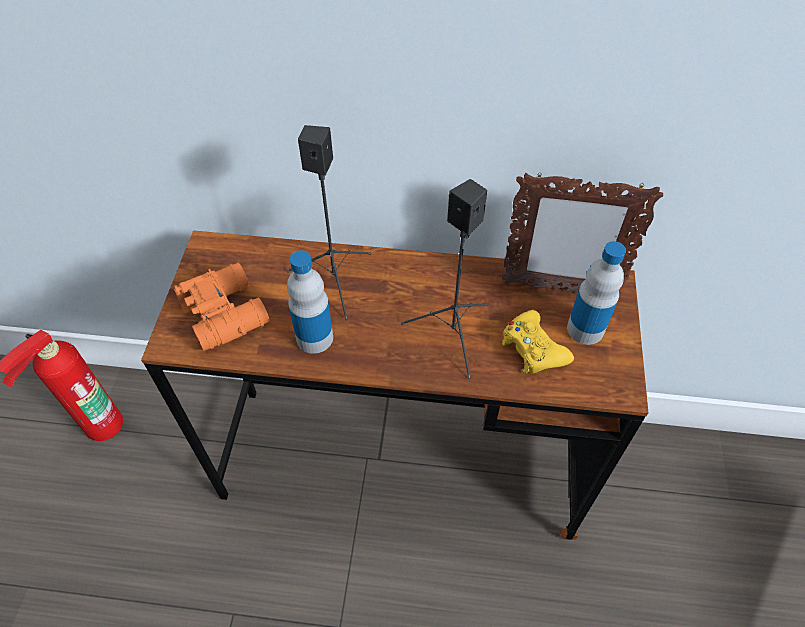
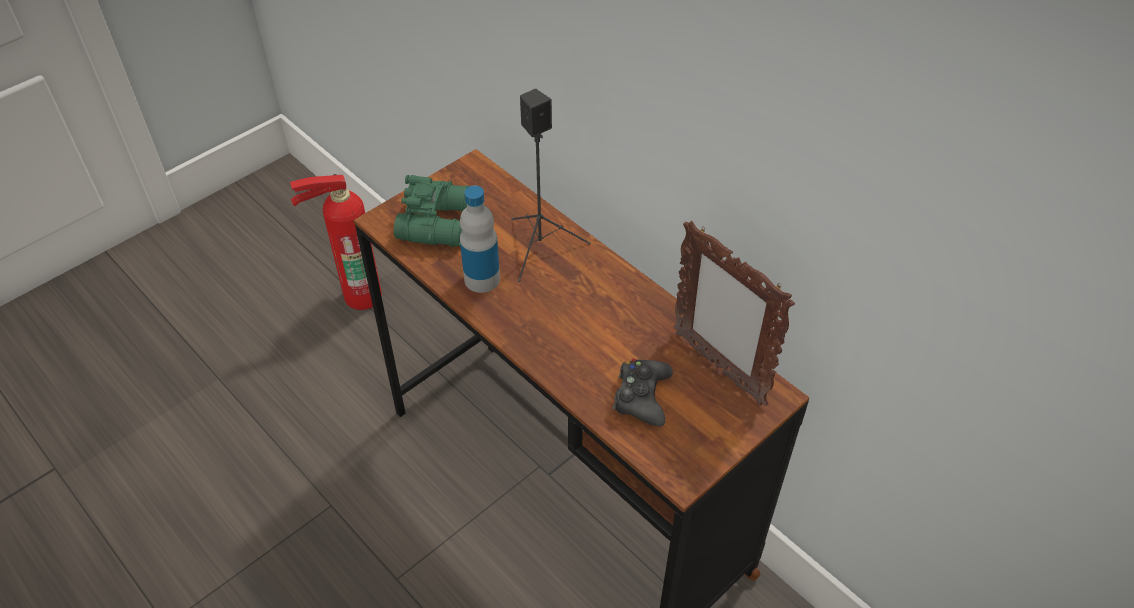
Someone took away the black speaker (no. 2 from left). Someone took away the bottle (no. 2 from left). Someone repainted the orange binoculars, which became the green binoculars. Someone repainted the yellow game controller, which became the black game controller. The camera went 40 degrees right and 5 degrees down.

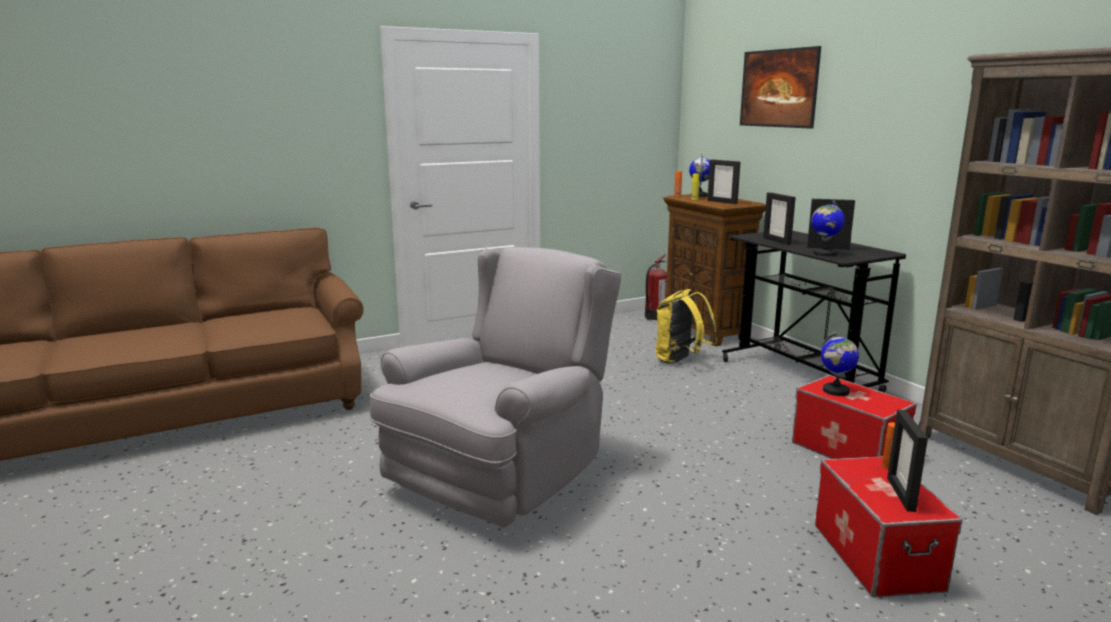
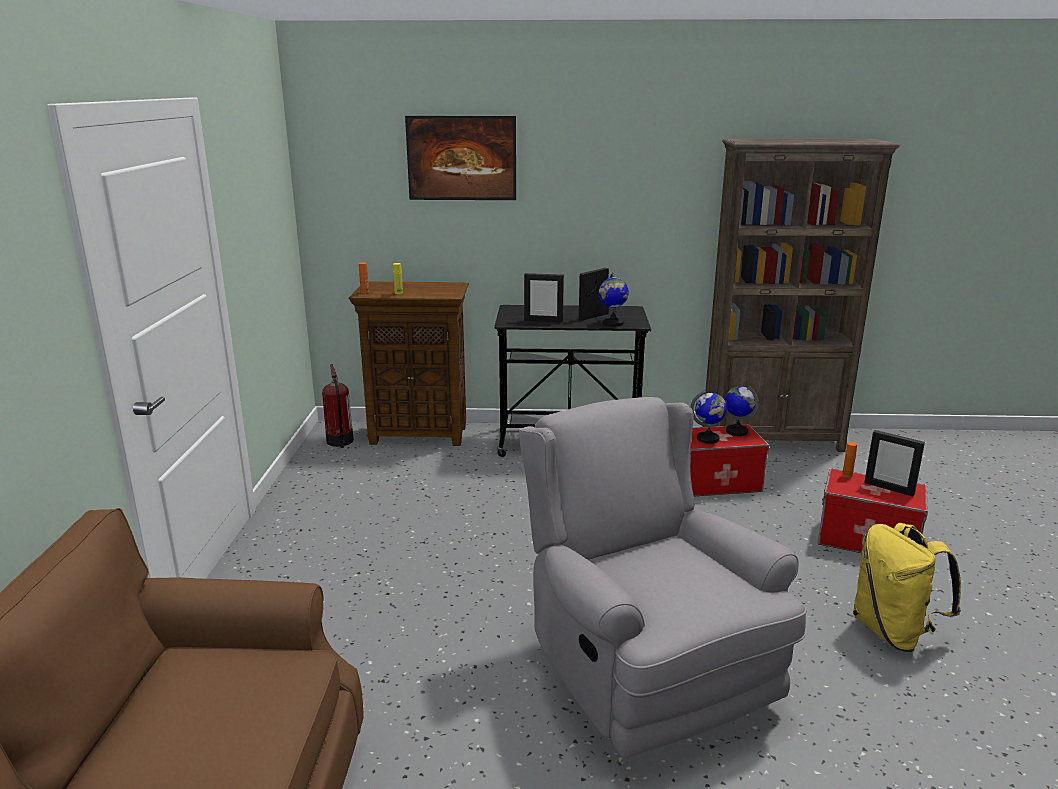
Someone took away the picture frame (no. 1 from left). Someone carried the yellow backpack. Someone carried the globe (no. 1 from left in the first image). The camera went 60 degrees left and 5 degrees up.

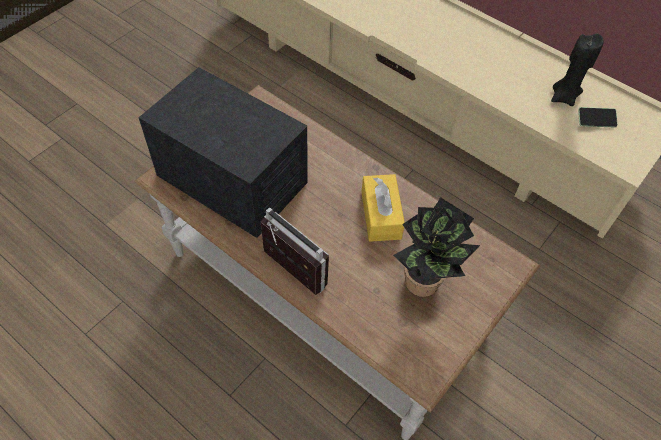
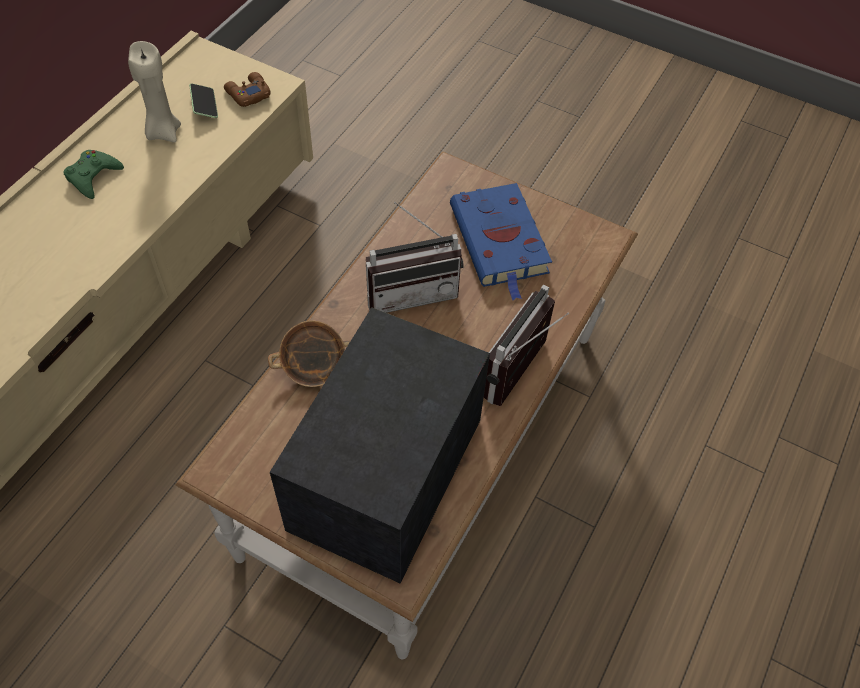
Someone put down the green game controller. Someone put down the brown game controller. Someone put down the bowl. Someone swapped the yellow tissue box for the radio (no. 2 from left). Someone swapped the potted plant for the blue book. Someone repainted the black candle, which became the beige candle. The camera went 100 degrees left and 0 degrees up.

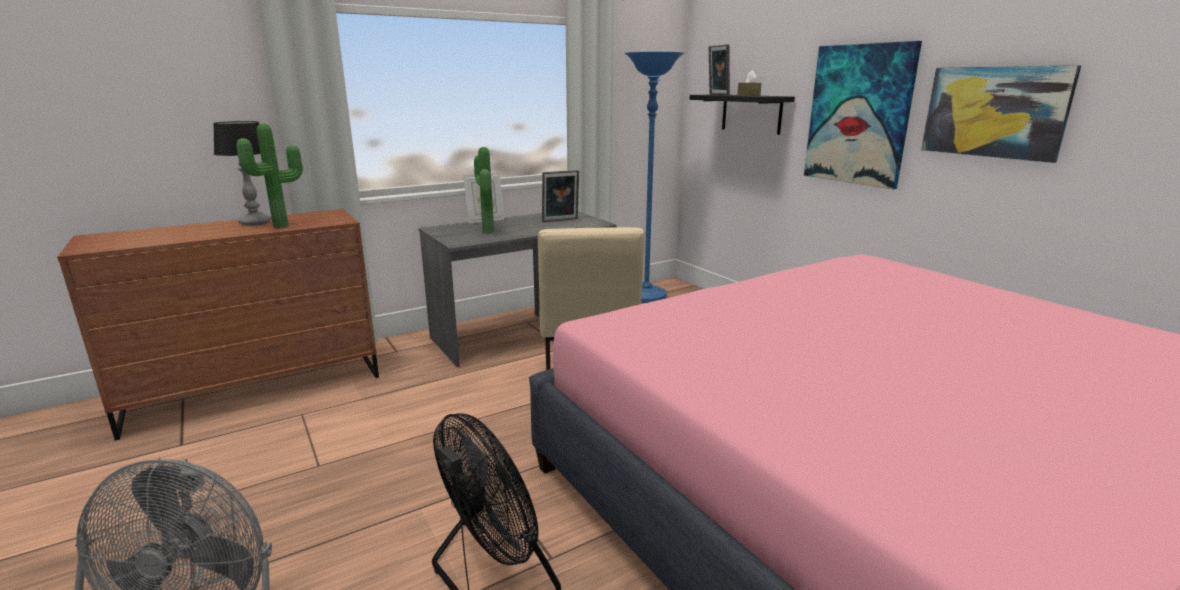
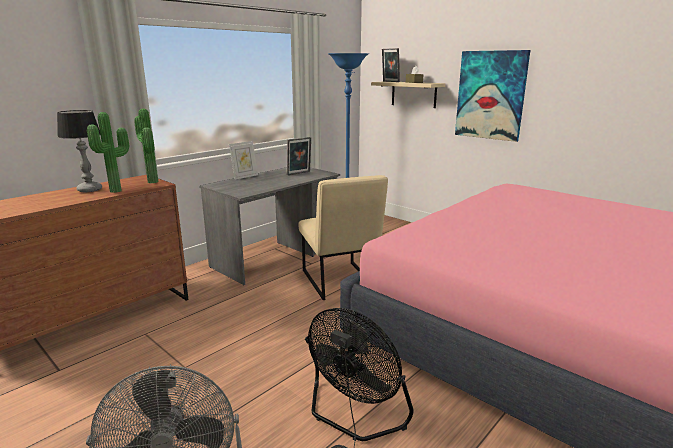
Someone took away the picture (no. 2 from left). Someone carried the potted plant (no. 2 from left). Someone repainted the black shelf, which became the beige shelf. The camera went 15 degrees left and 0 degrees up.

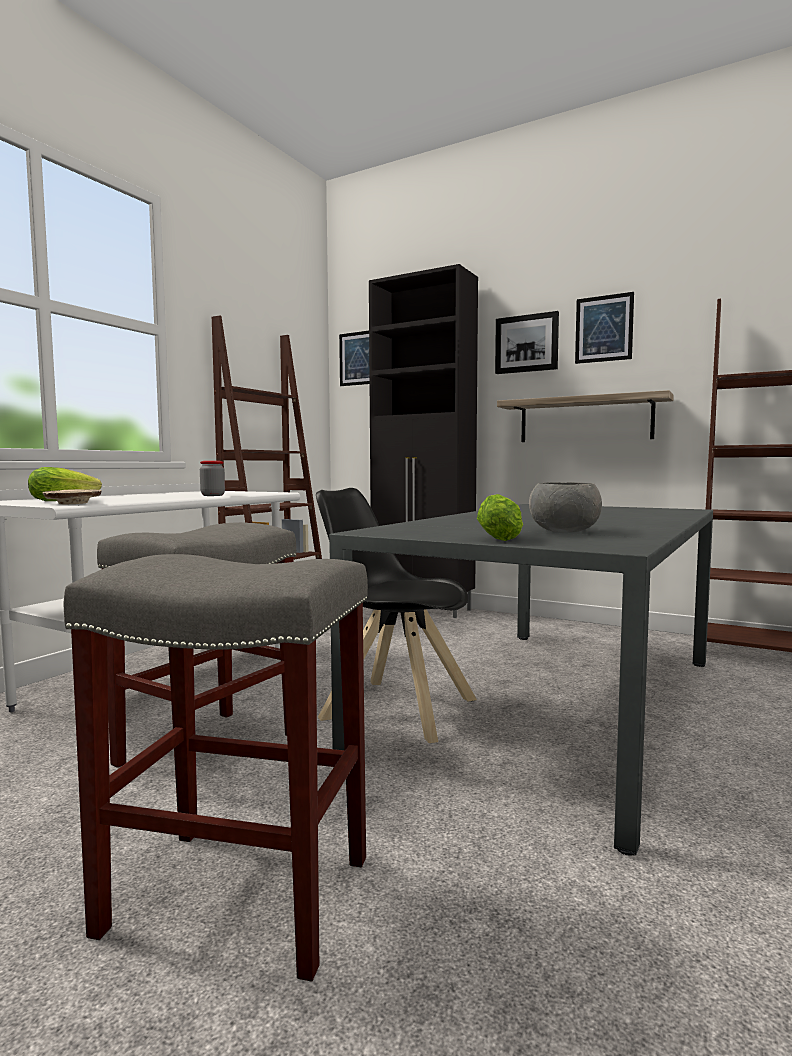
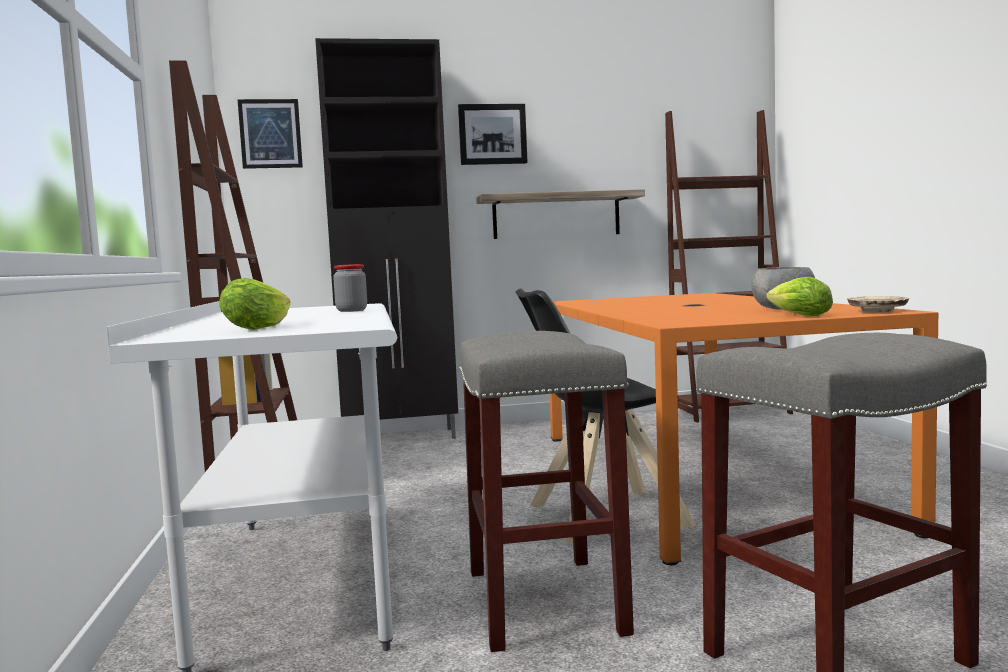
Someone took away the picture (no. 3 from left). Someone carried the beige plate. Someone repainted the grey dining table, which became the orange dining table. The camera went 40 degrees left and 0 degrees up.

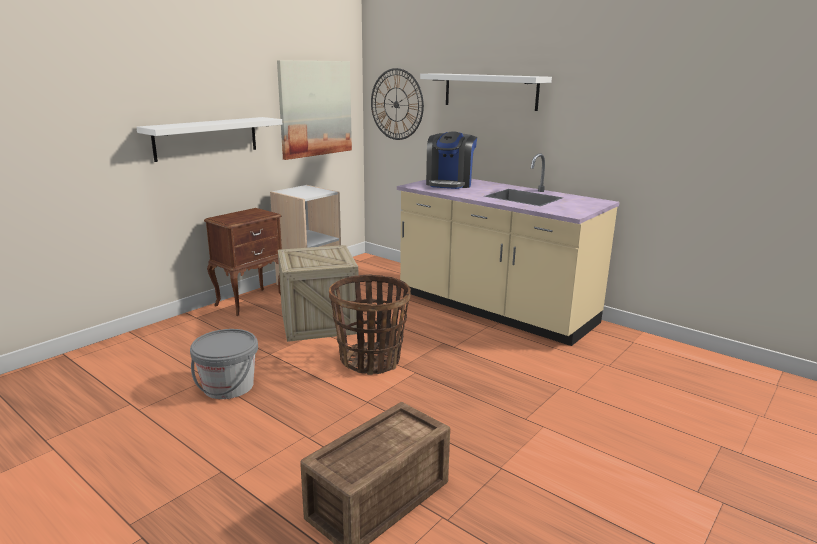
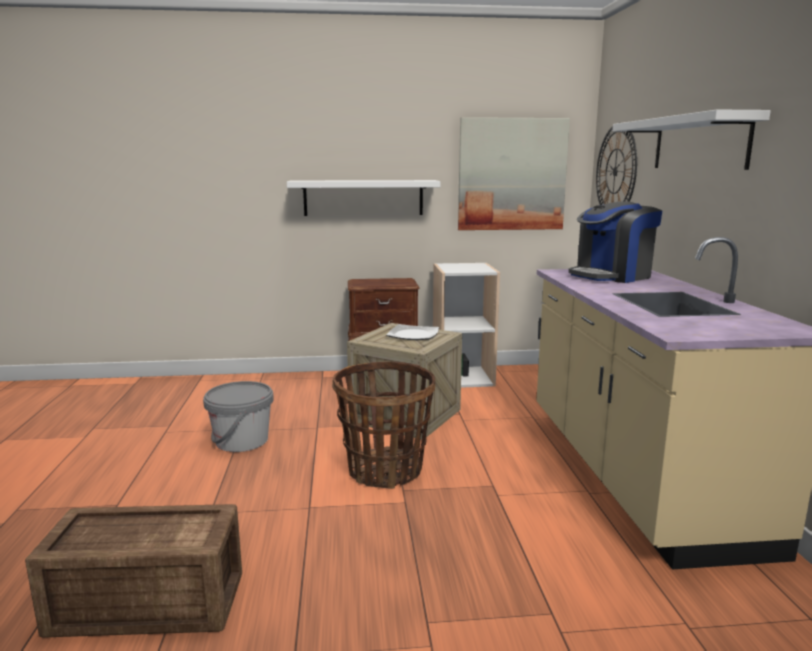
Someone put down the plate. The camera went 45 degrees right and 5 degrees down.

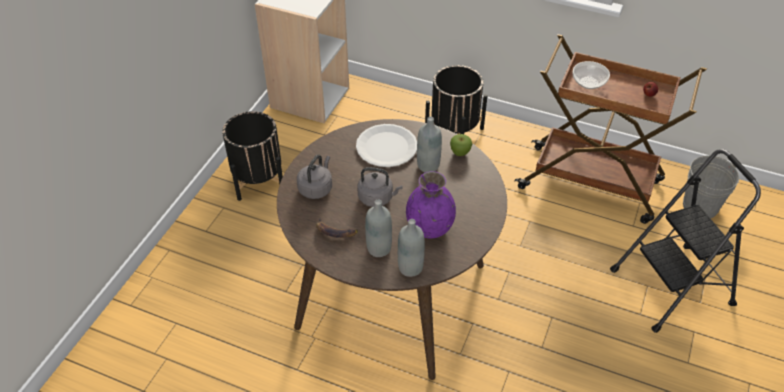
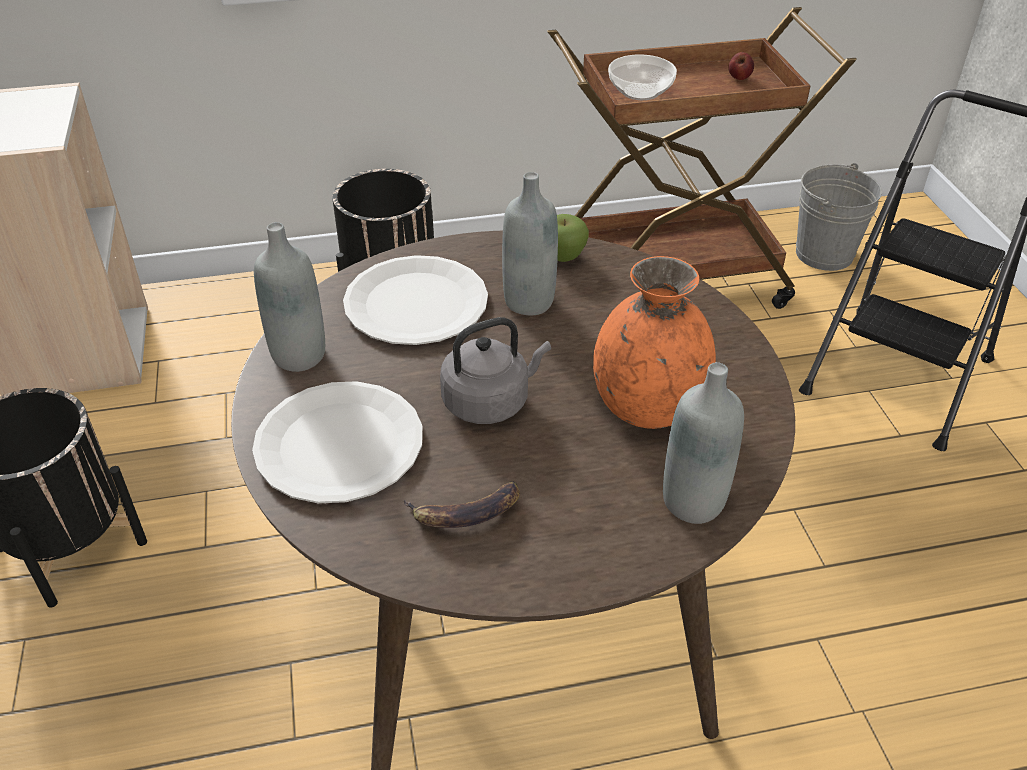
Someone carried the grey bottle (no. 1 from left). Someone swapped the grey kettle (no. 1 from left) for the white plate (no. 1 from left). Someone repainted the purple vase, which became the orange vase. The camera went 35 degrees left and 5 degrees down.

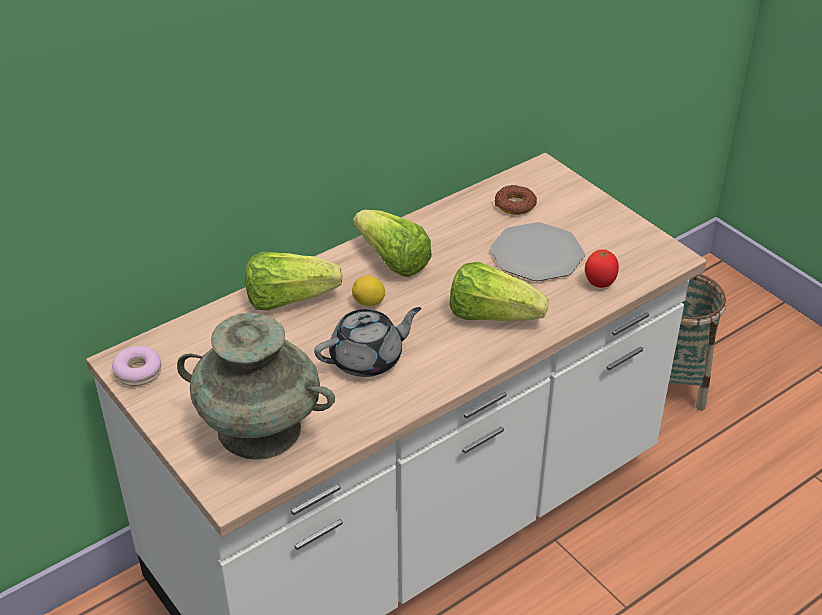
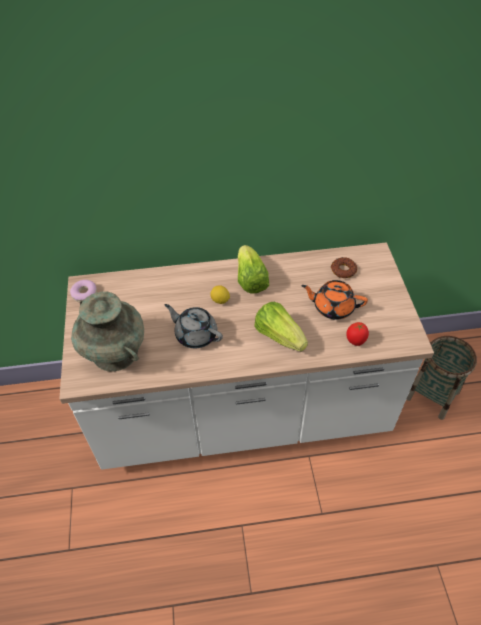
Someone took away the lettuce (no. 1 from left). Someone swapped the plate for the orange teapot. Someone rotated the grey teapot by 150 degrees counterclockwise. The camera went 30 degrees right and 10 degrees up.

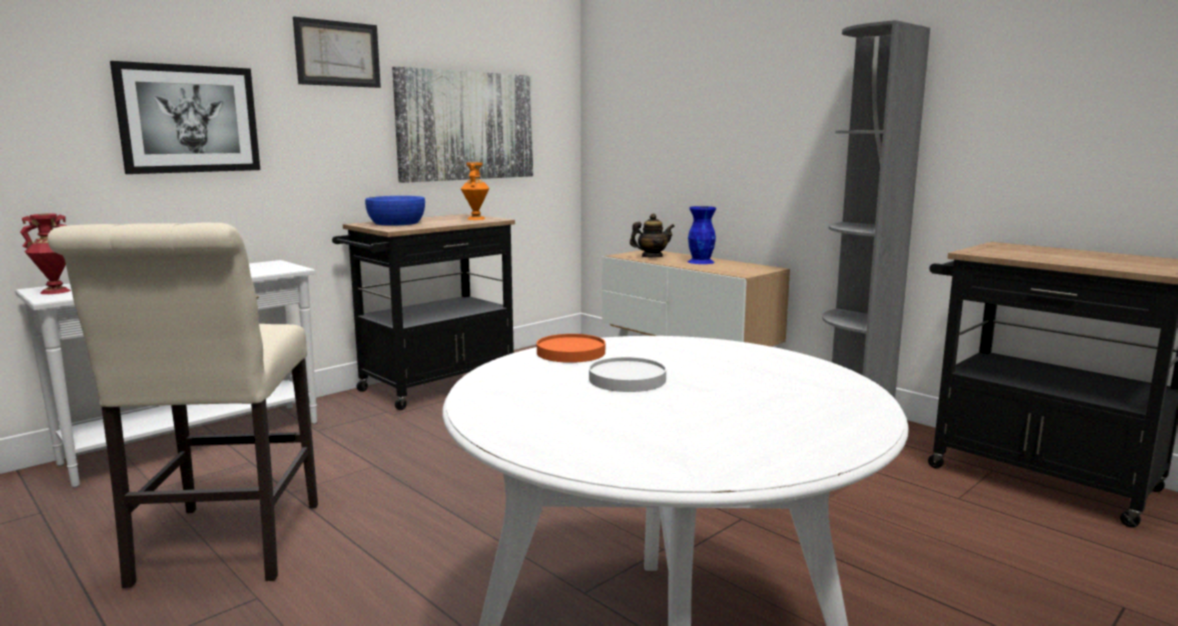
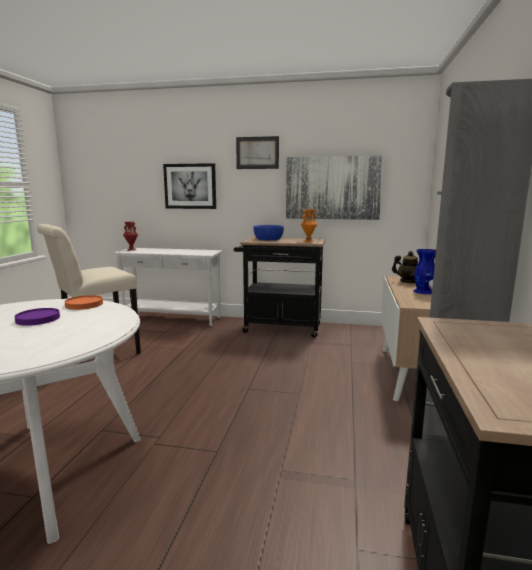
Someone repainted the white plate, which became the purple plate. The camera went 55 degrees right and 0 degrees up.

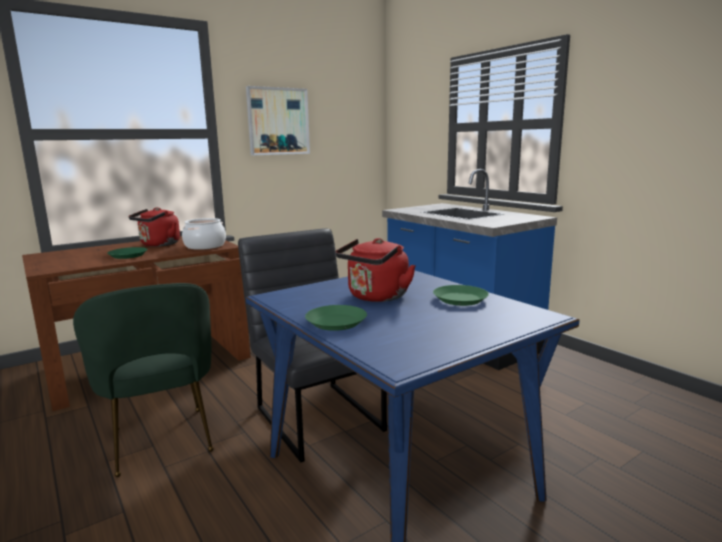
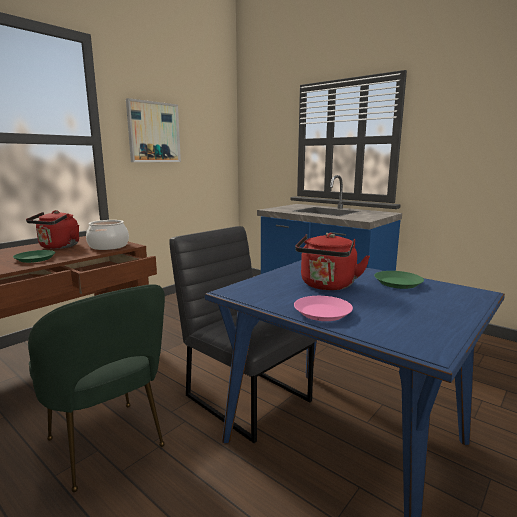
Someone repainted the green plate (no. 2 from left), which became the pink plate. The camera went 15 degrees left and 0 degrees up.

